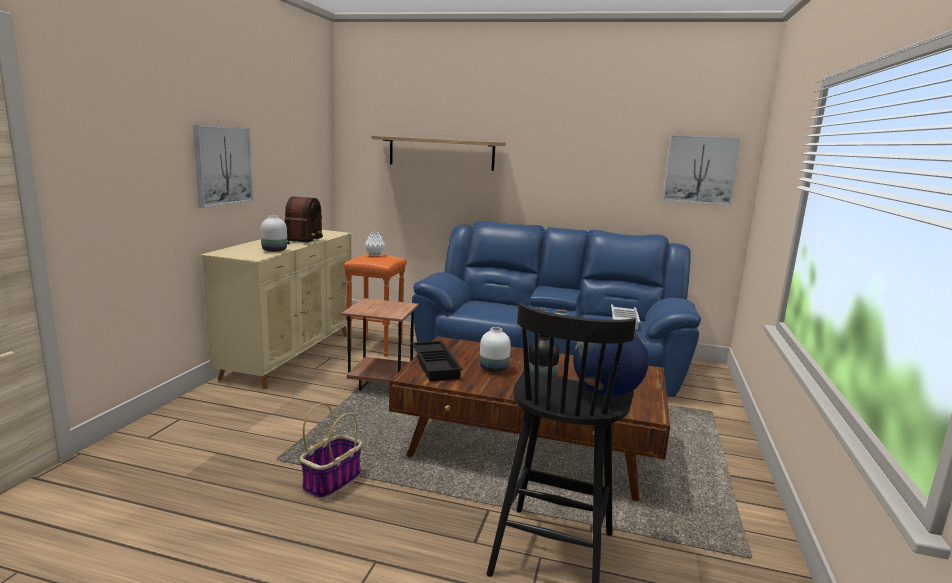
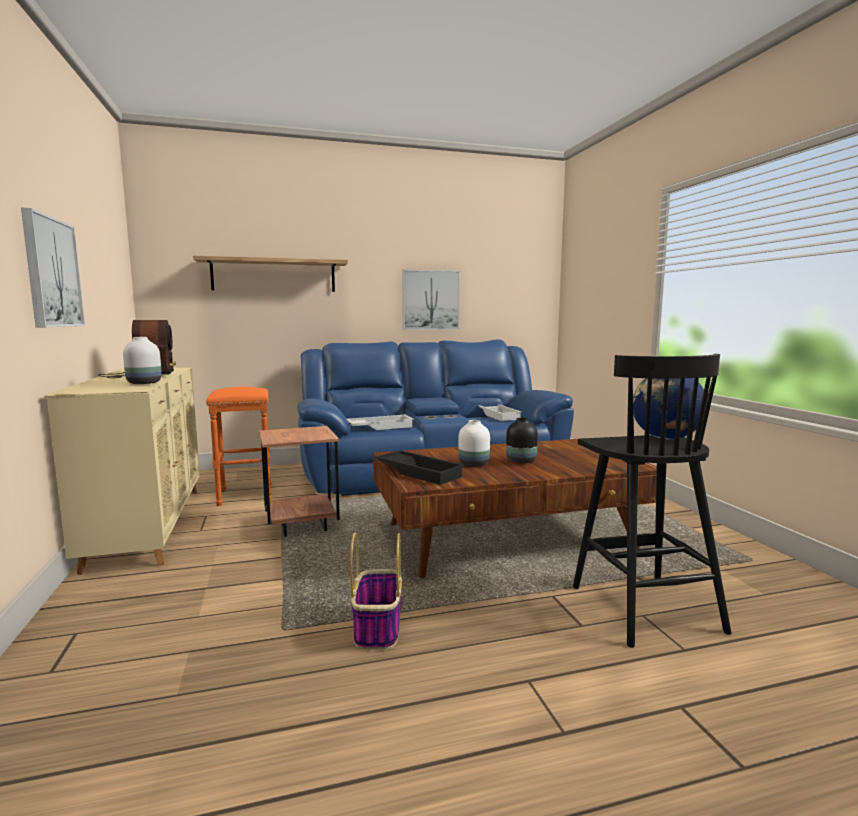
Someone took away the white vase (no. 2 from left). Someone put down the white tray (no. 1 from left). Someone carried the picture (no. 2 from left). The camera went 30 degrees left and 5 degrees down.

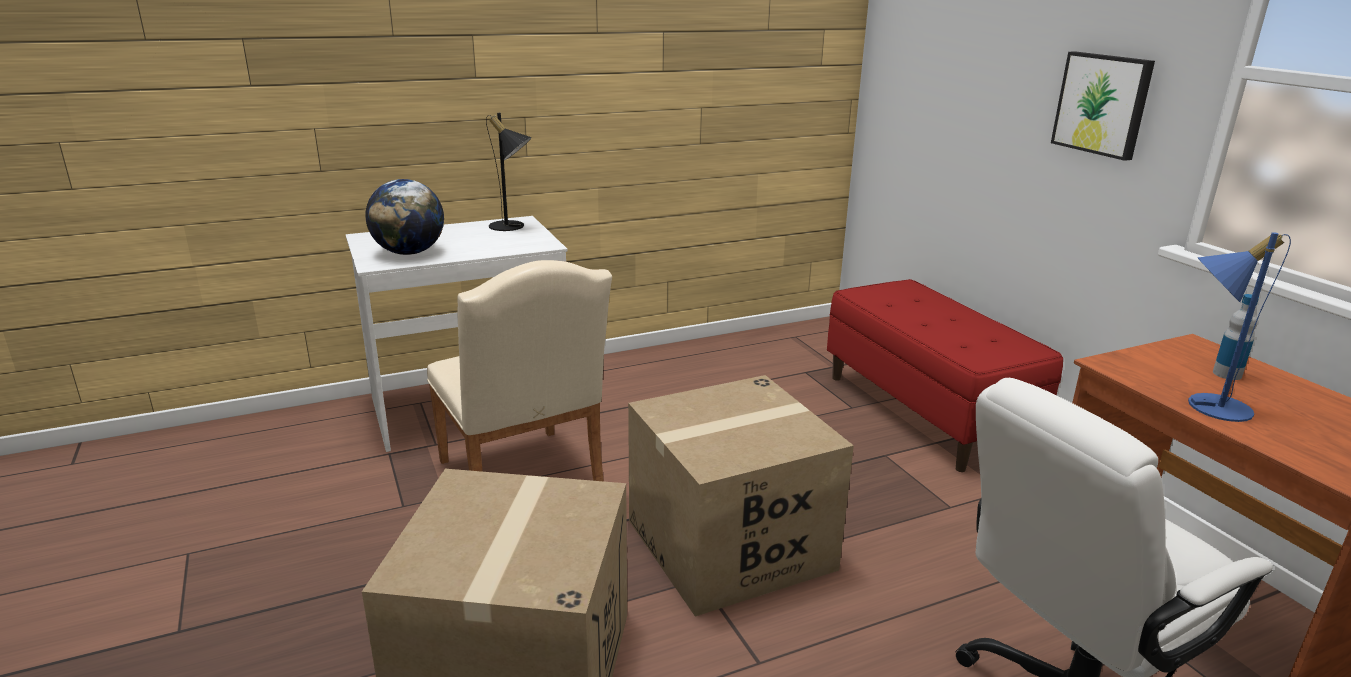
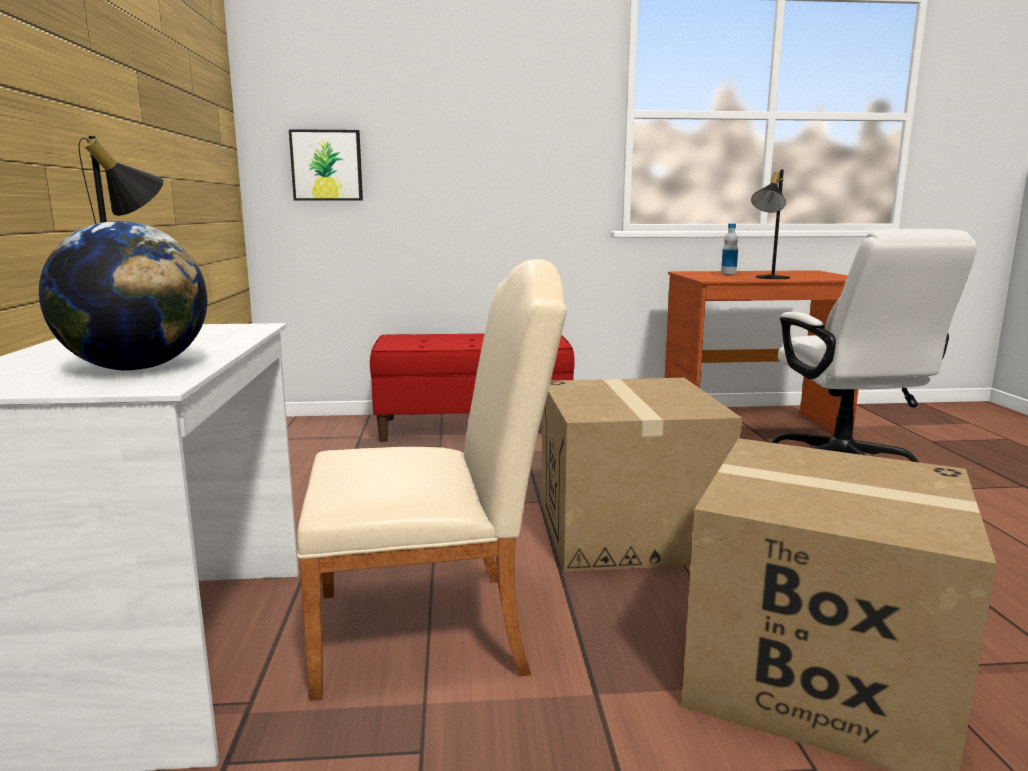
Someone carried the picture. Someone repainted the blue table lamp, which became the black table lamp (no. 2 from left). The camera went 70 degrees left and 10 degrees down.

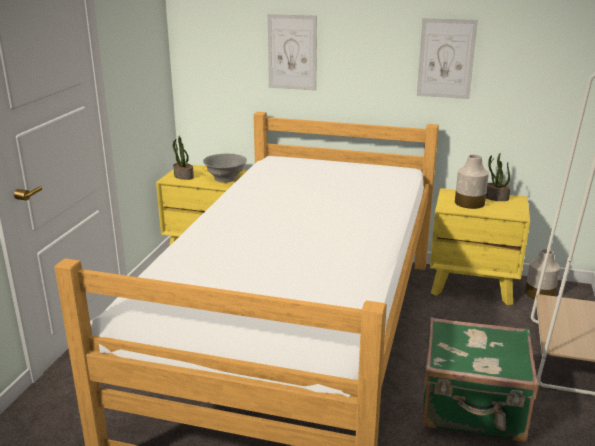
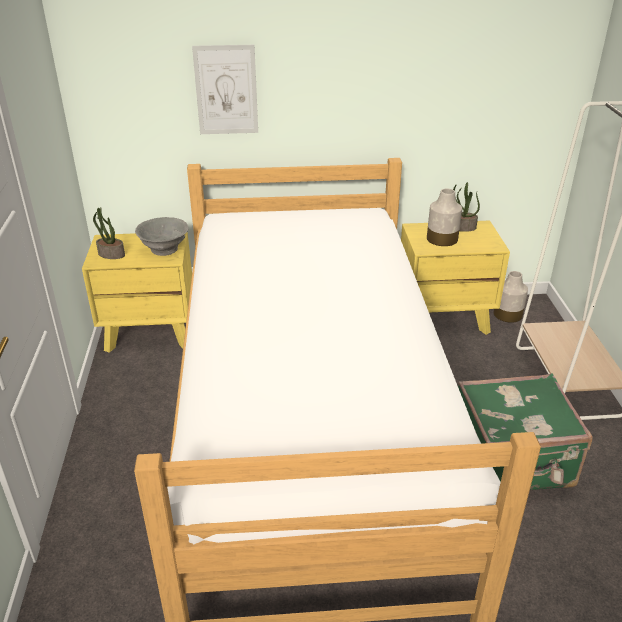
Someone took away the picture (no. 2 from left). The camera went 20 degrees left and 10 degrees up.

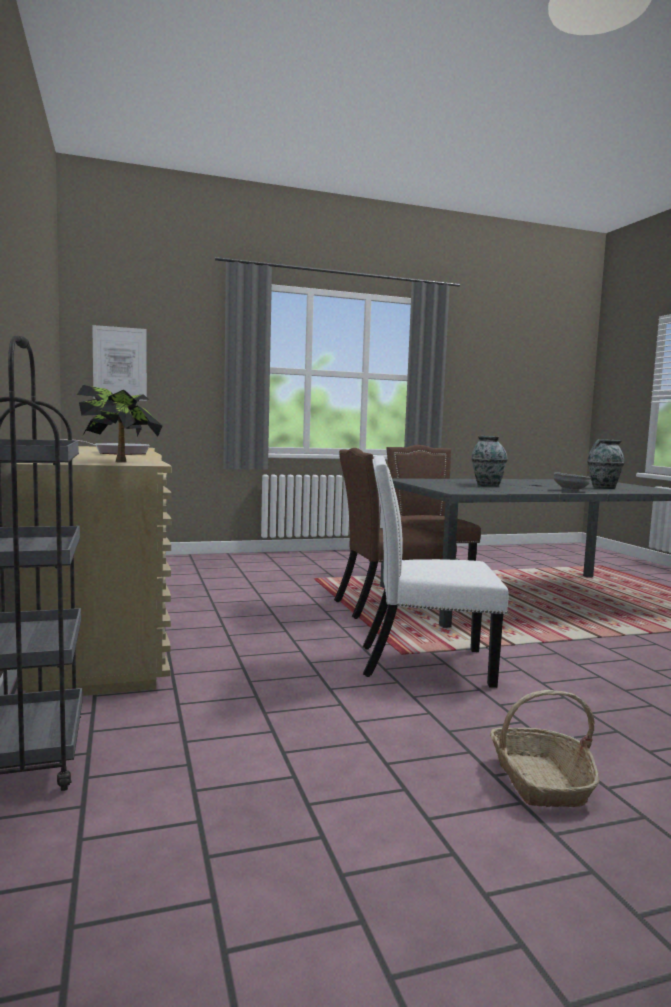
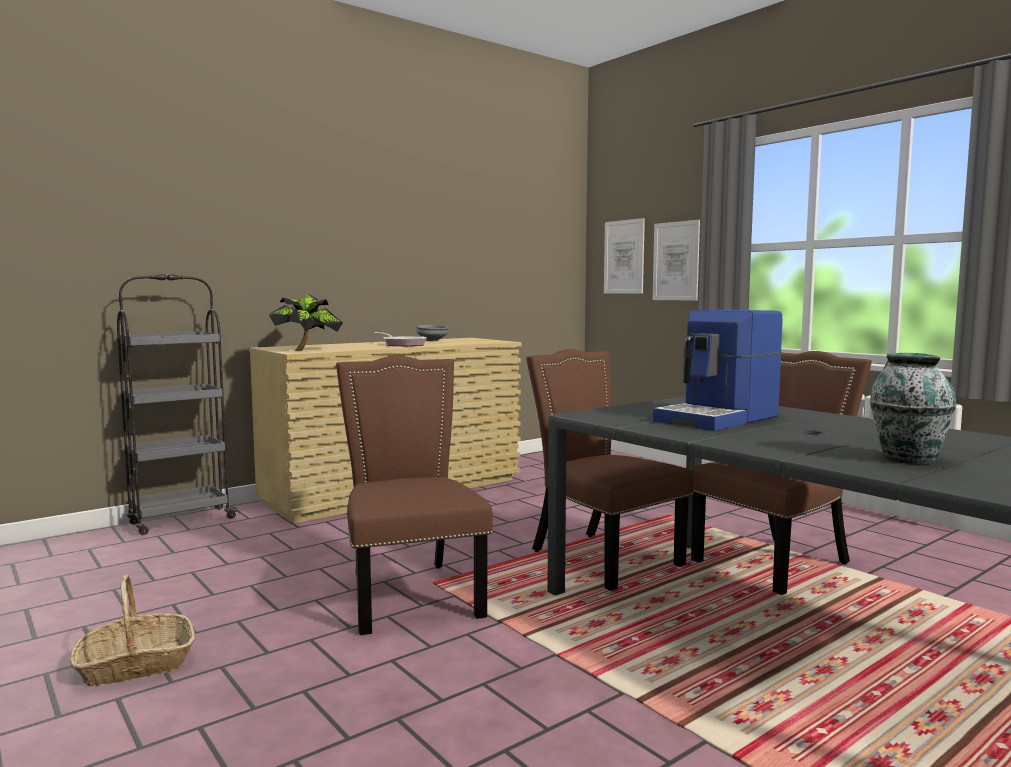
Someone put up the picture (no. 2 from left). Someone carried the grey bowl. Someone swapped the vase (no. 1 from left) for the coffee machine. Someone repainted the white chair, which became the brown chair (no. 1 from left). The camera went 70 degrees right and 0 degrees up.

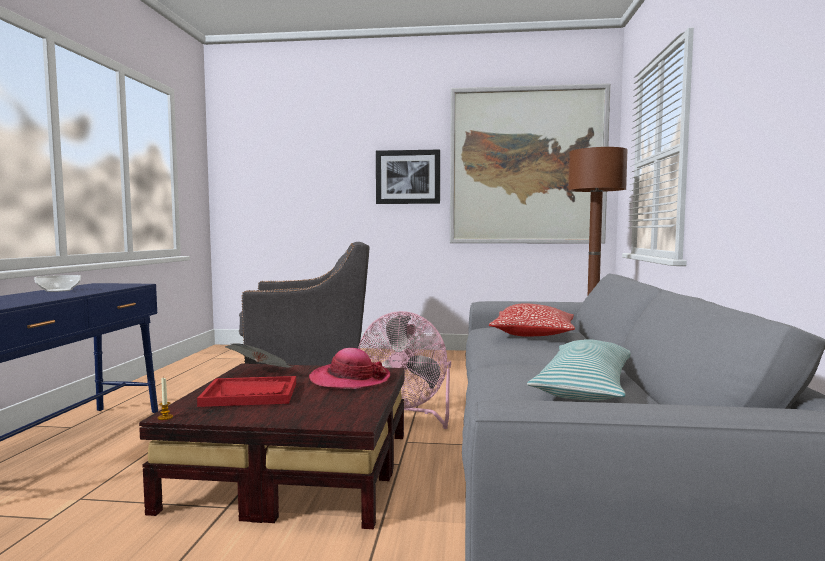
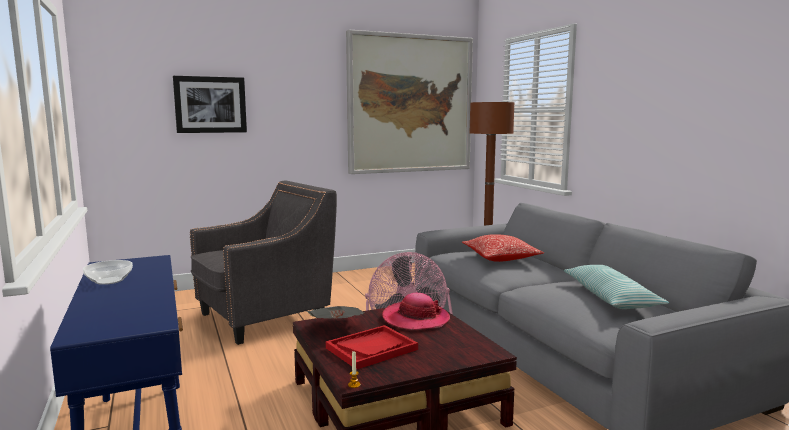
Someone carried the picture (no. 1 from left). The camera went 30 degrees left and 5 degrees up.

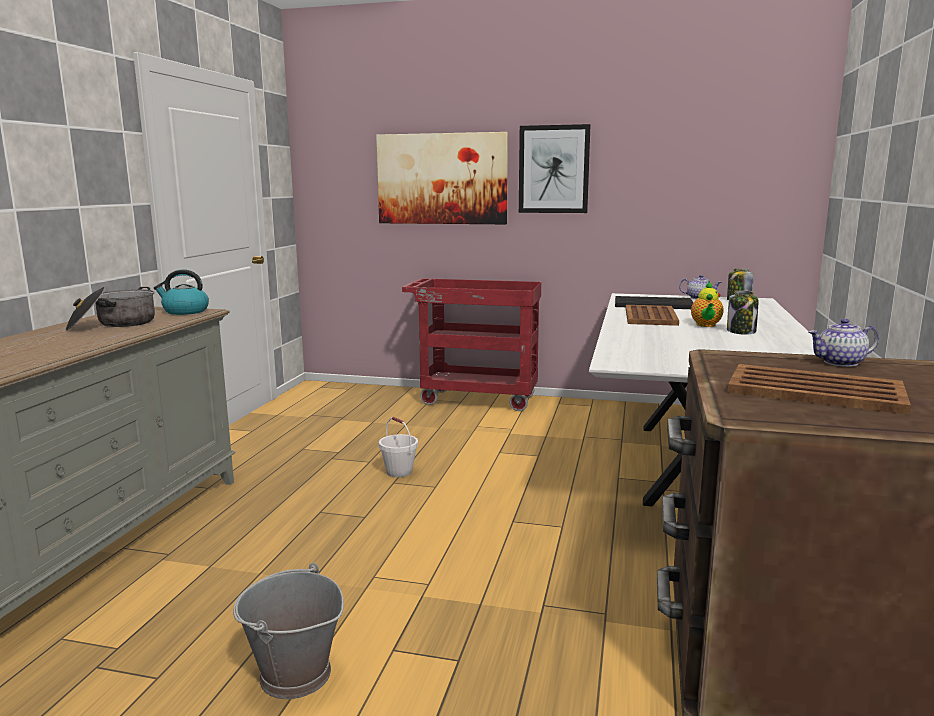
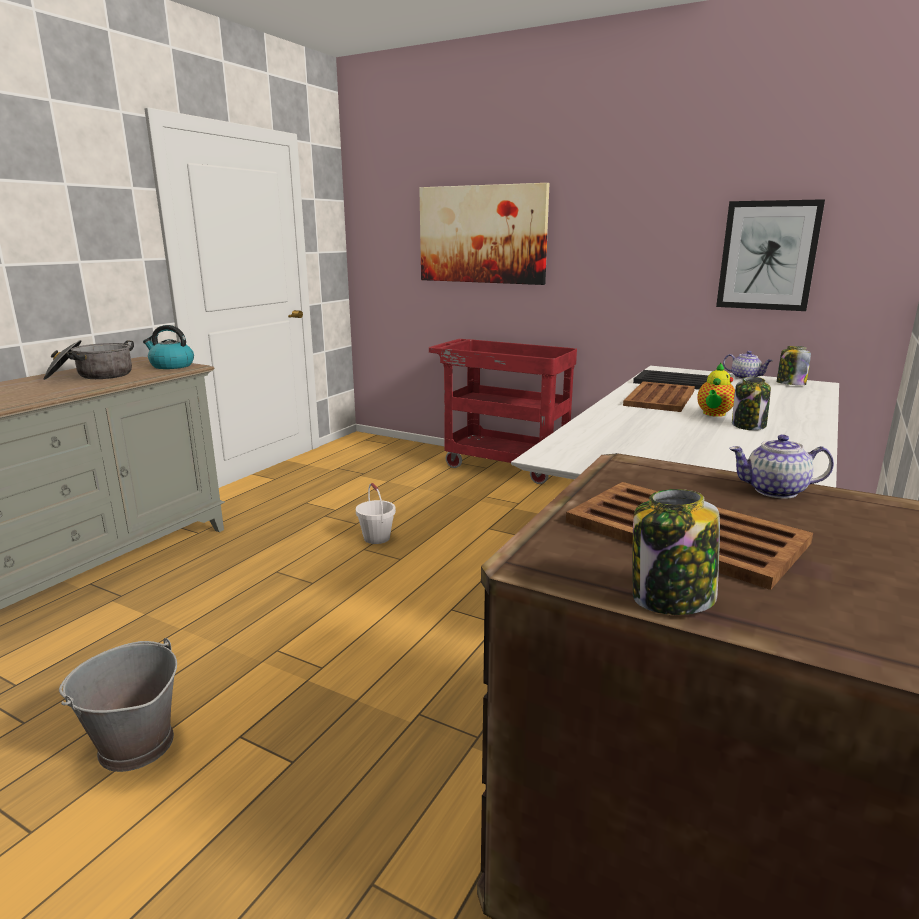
Someone put down the jar (no. 1 from left). Someone carried the picture (no. 2 from left). The camera went 15 degrees right and 5 degrees up.

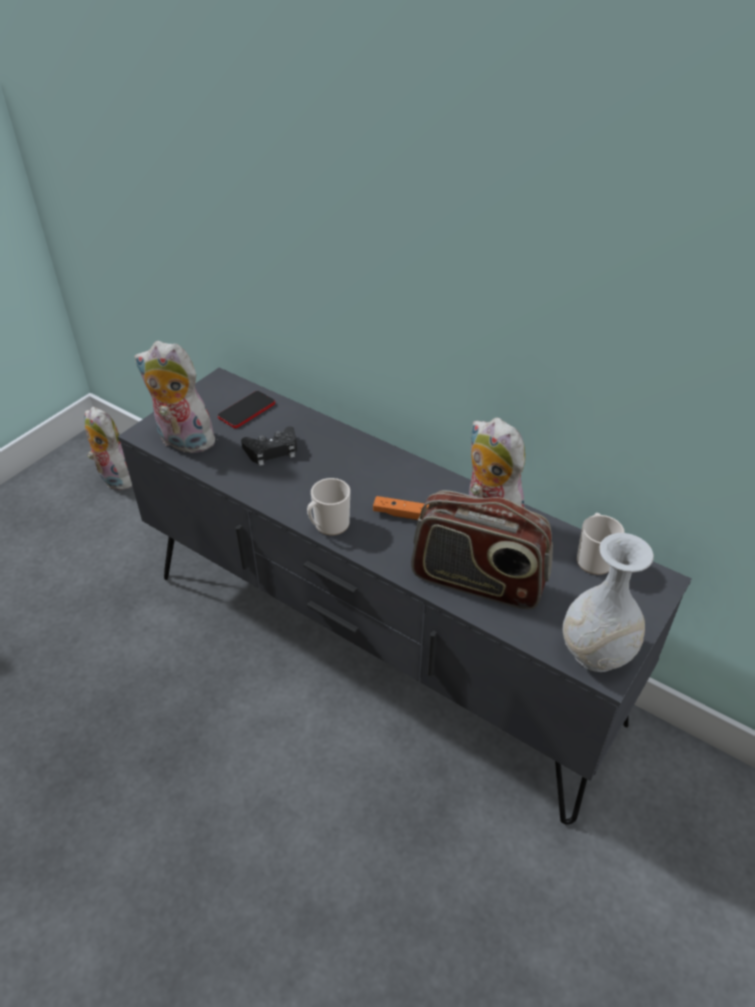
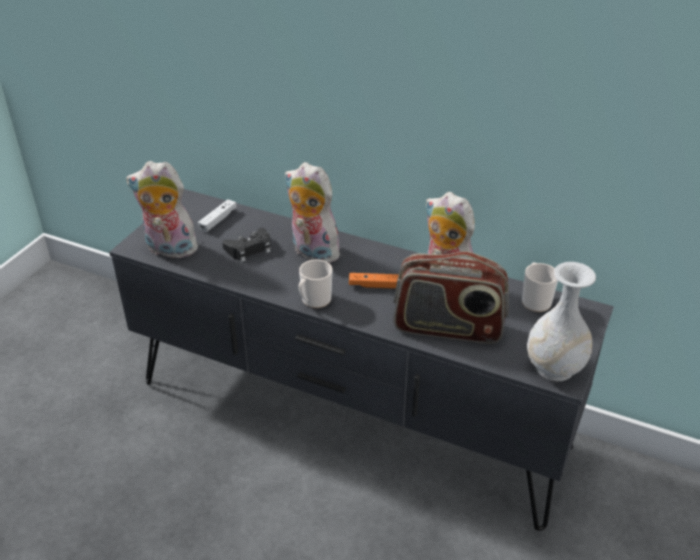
Someone carried the plush toy (no. 1 from left in the first image). Someone swapped the phone for the white game controller. The camera went 10 degrees left and 5 degrees down.

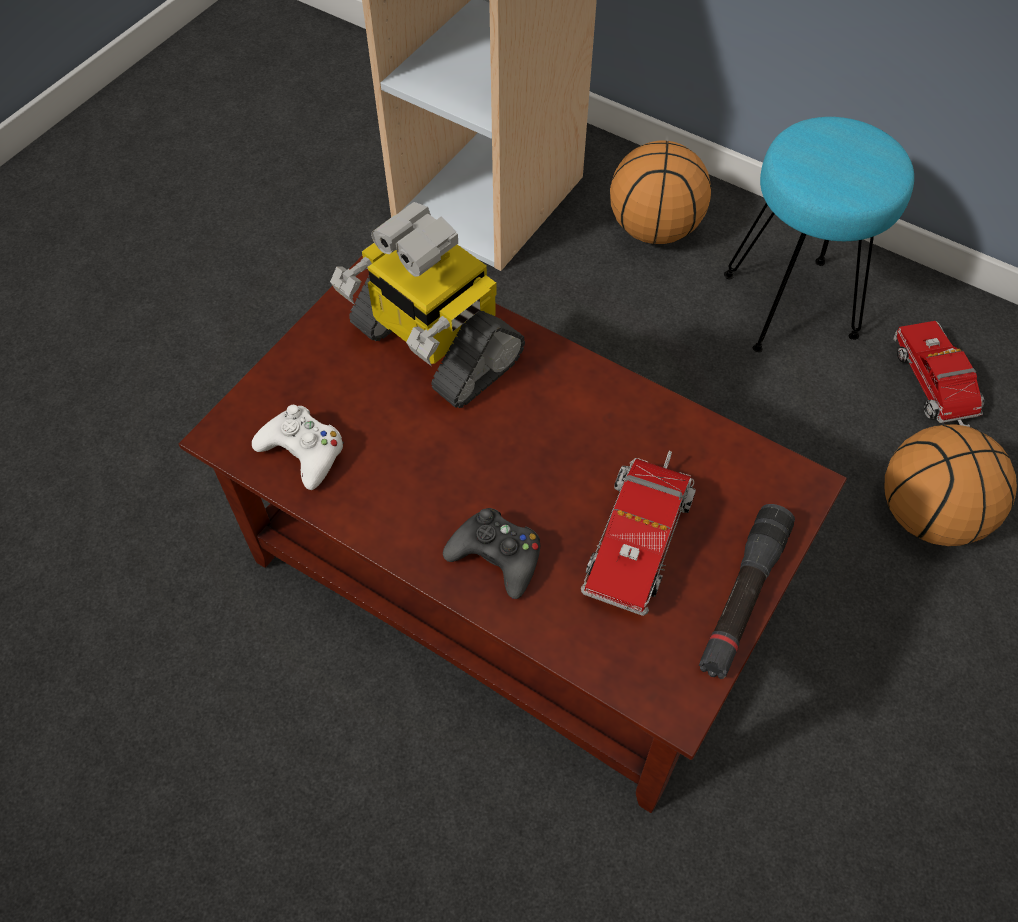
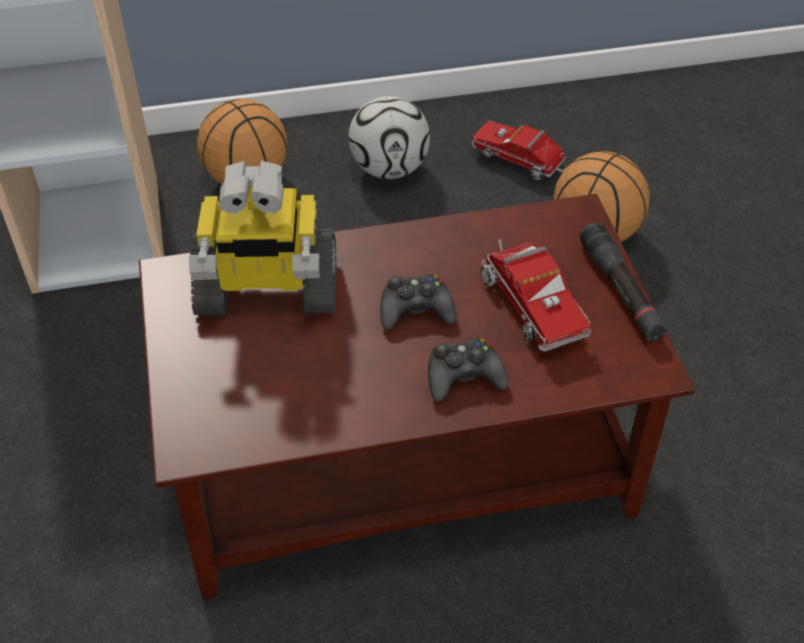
Someone took away the white game controller. Someone put down the black game controller (no. 1 from left). Someone swapped the turquoise stool for the football. The camera went 45 degrees left and 10 degrees down.

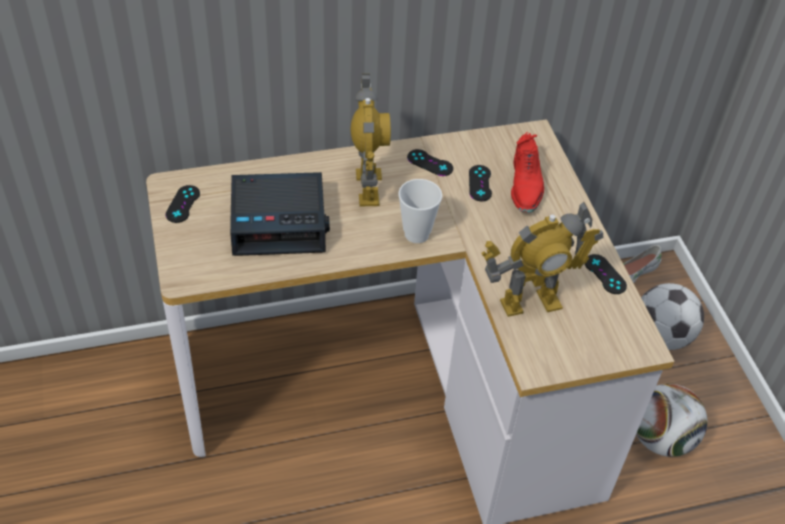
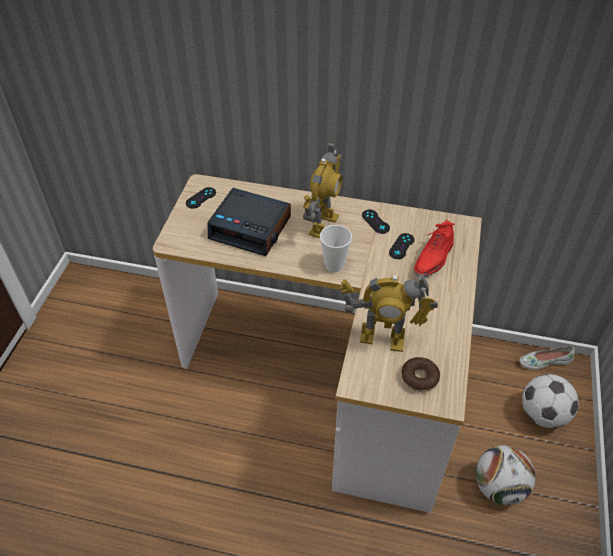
Someone took away the black game controller (no. 4 from left). Someone put down the donut. The camera went 30 degrees right and 0 degrees up.

